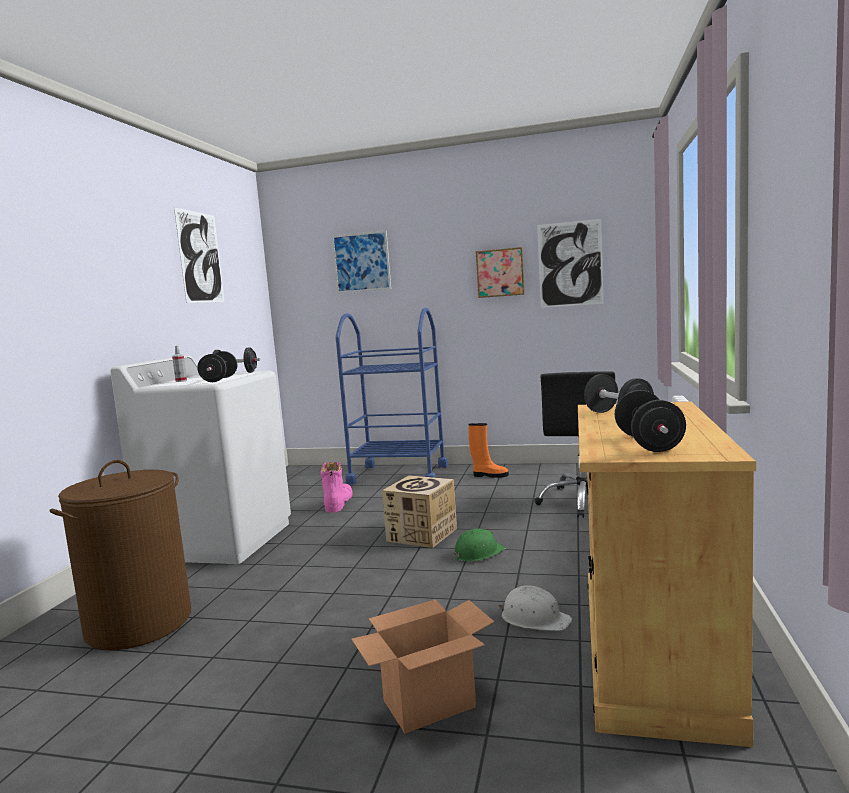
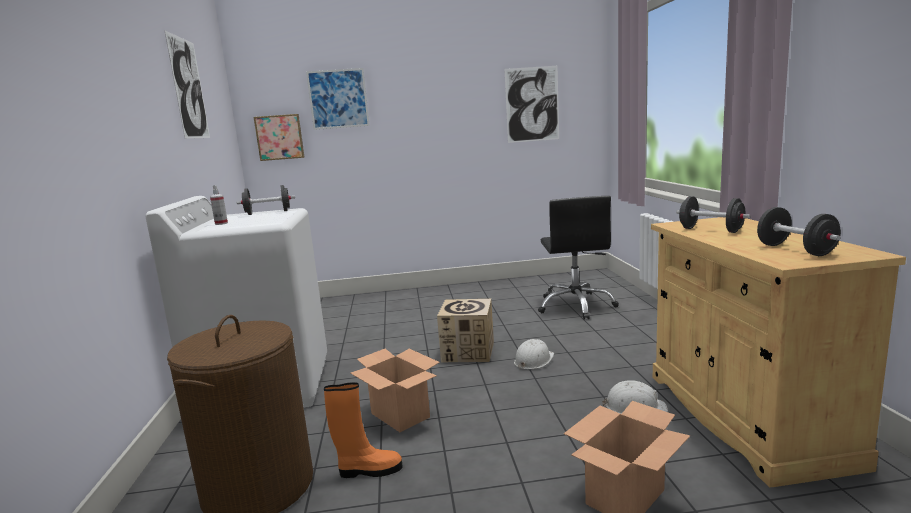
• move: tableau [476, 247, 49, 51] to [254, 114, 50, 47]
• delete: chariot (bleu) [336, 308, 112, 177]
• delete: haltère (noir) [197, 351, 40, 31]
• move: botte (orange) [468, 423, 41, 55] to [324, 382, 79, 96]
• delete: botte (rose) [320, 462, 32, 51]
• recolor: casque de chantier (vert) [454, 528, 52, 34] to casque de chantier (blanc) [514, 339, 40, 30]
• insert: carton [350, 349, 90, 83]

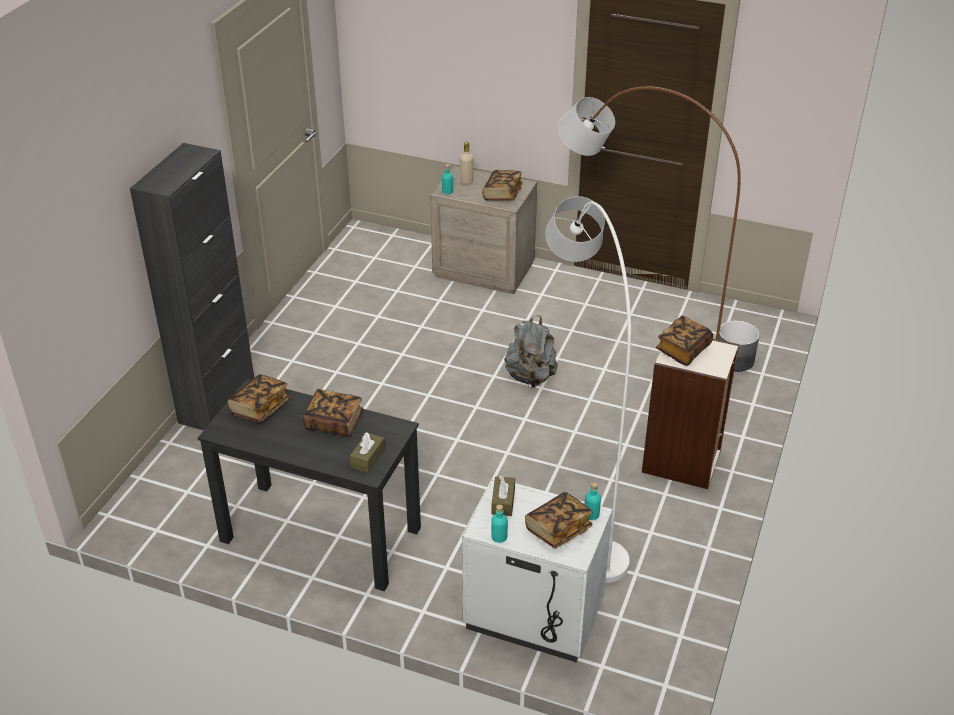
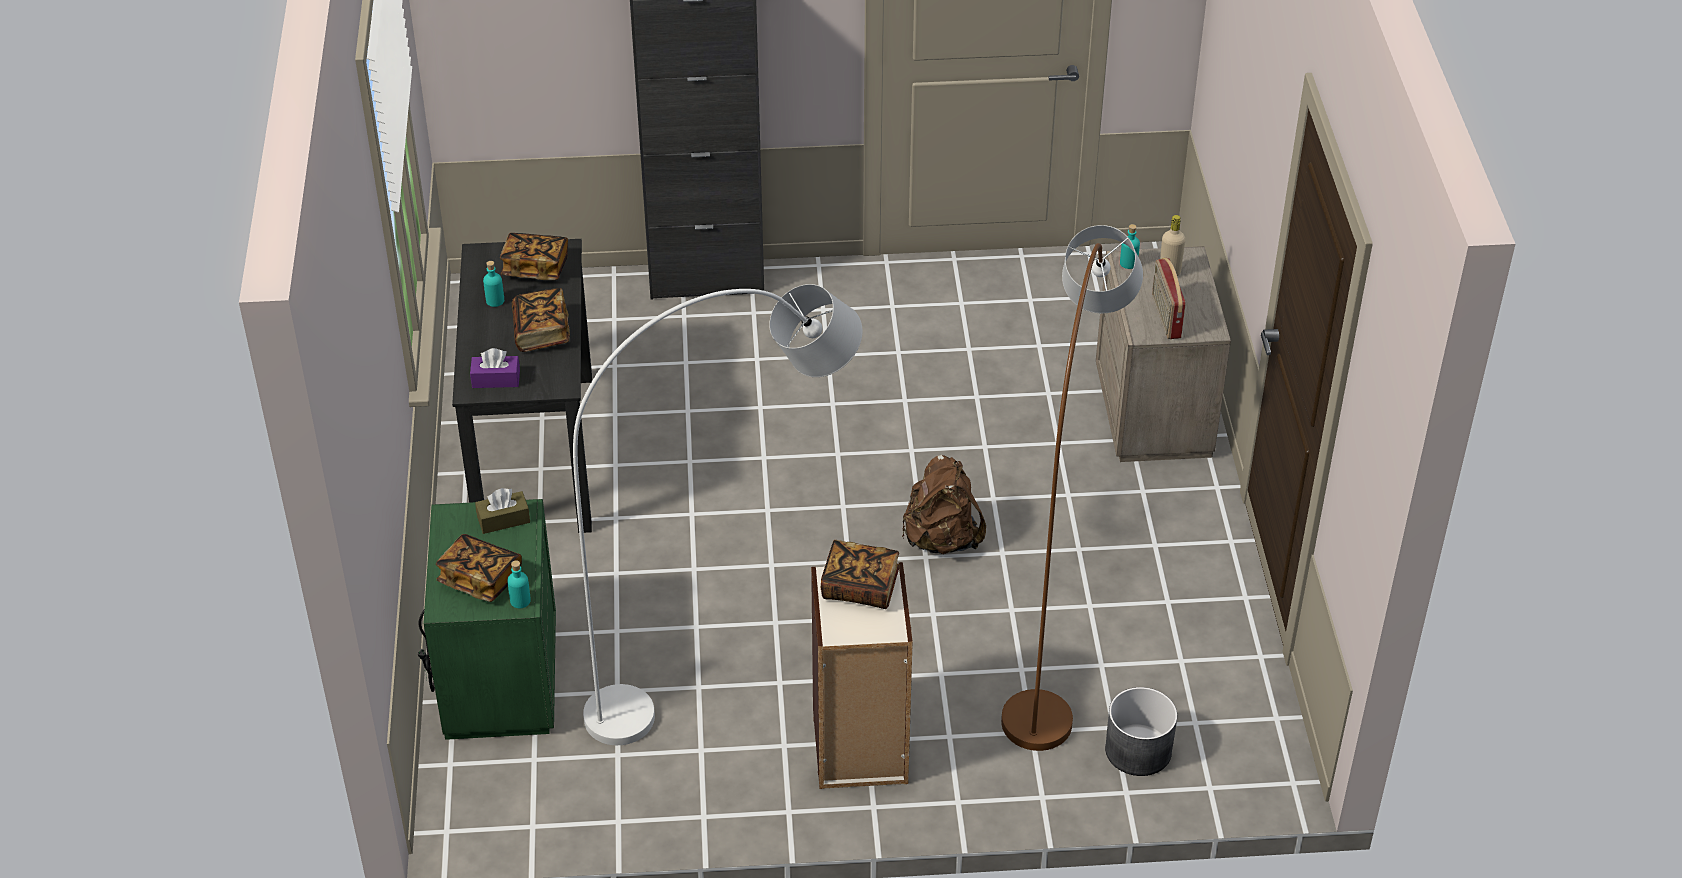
• replace: livre [483, 170, 39, 31] to radio [1152, 258, 34, 81]
• recolor: sac à dos (gris) [505, 315, 53, 72] to sac à dos (marron) [902, 455, 84, 99]
• recolor: boîte à mouchoirs (marron) [350, 432, 35, 41] to boîte à mouchoirs (violet) [470, 348, 50, 40]
• recolor: table de chevet (blanc) [462, 477, 151, 186] to table de chevet (vert) [418, 499, 138, 241]
• move: bouteille (turquoise) [491, 504, 17, 39] to [483, 261, 21, 46]

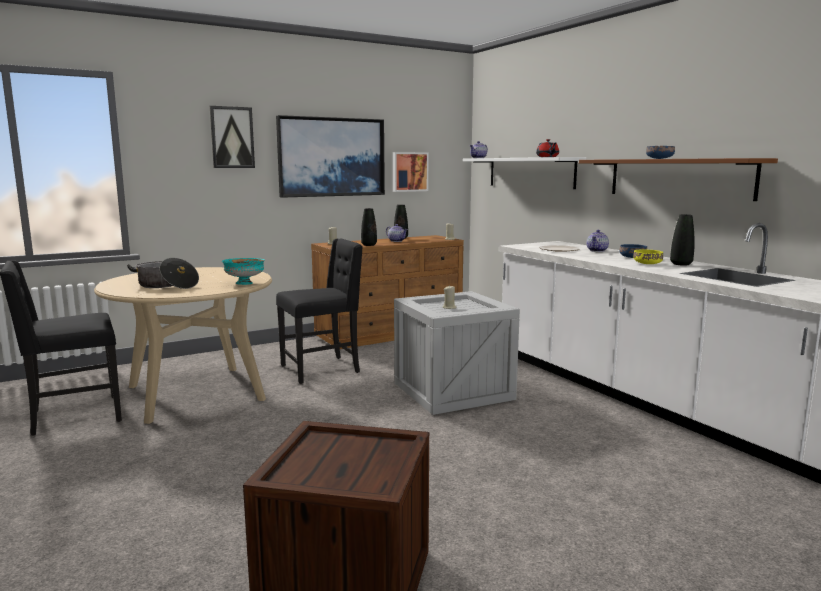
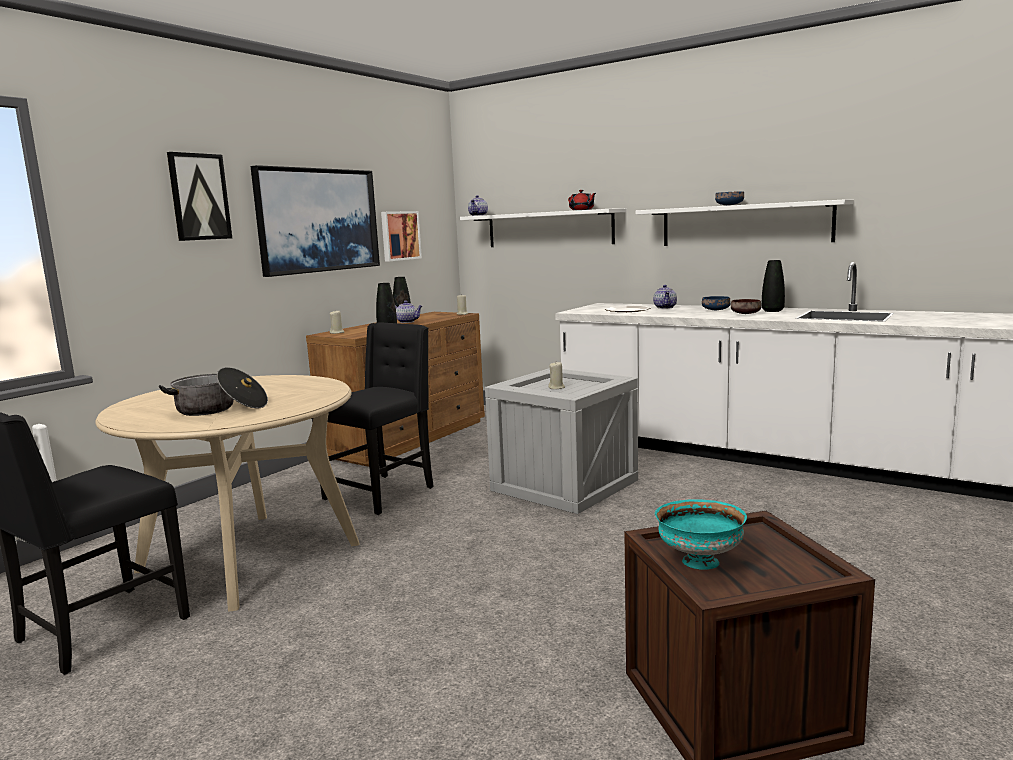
• recolor: étagère (marron) [579, 158, 199, 43] to étagère (blanc) [636, 199, 218, 47]
• recolor: bol (jaune) [633, 249, 30, 15] to bol (marron) [731, 299, 30, 15]
• move: bol (turquoise) [222, 258, 43, 27] to [655, 499, 92, 71]

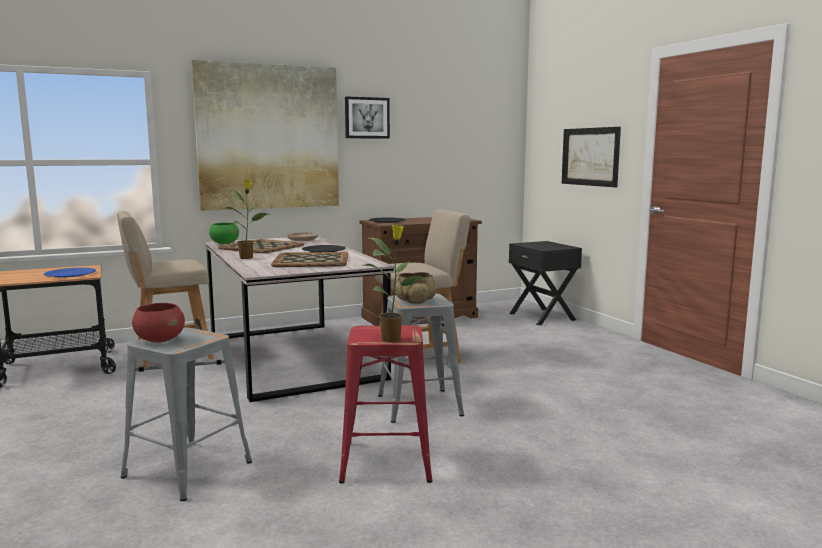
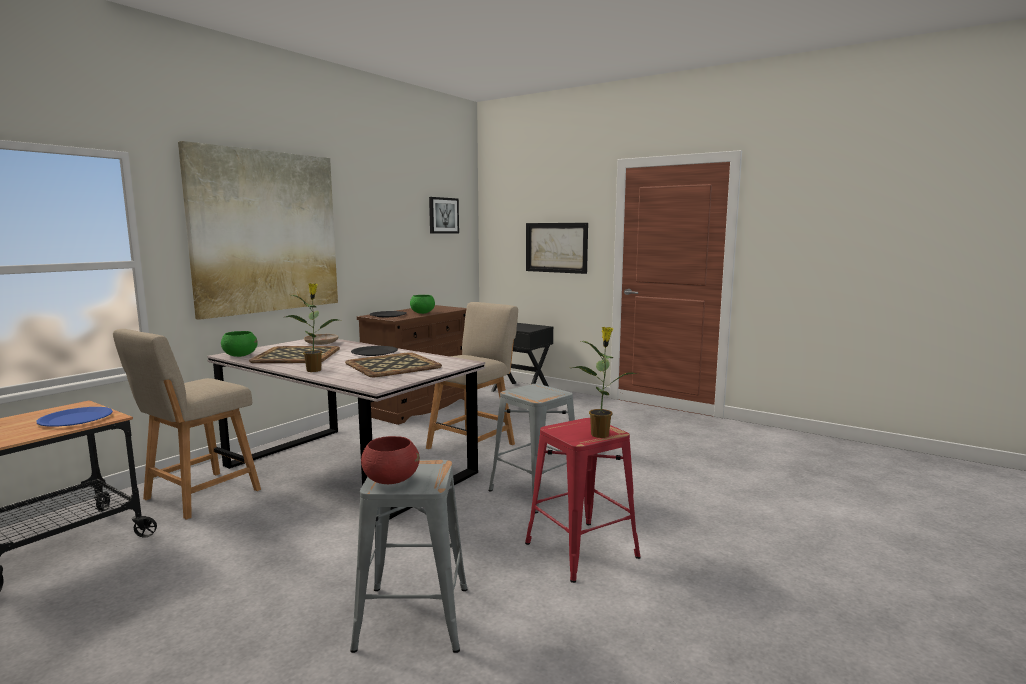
• move: tableau [345, 96, 45, 43] to [429, 197, 30, 37]
• delete: bol (beige) [395, 272, 42, 32]
• insert: bol (vert) [410, 295, 25, 19]

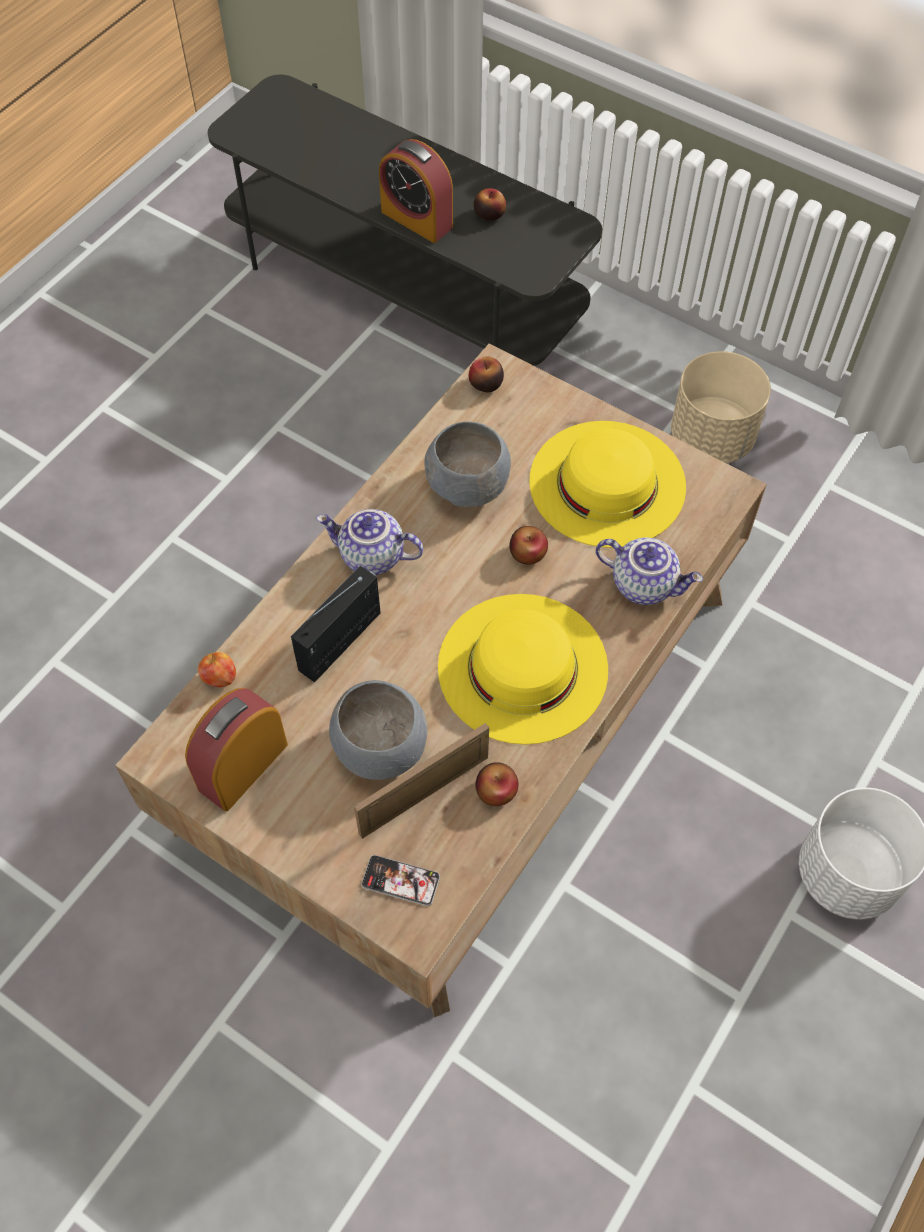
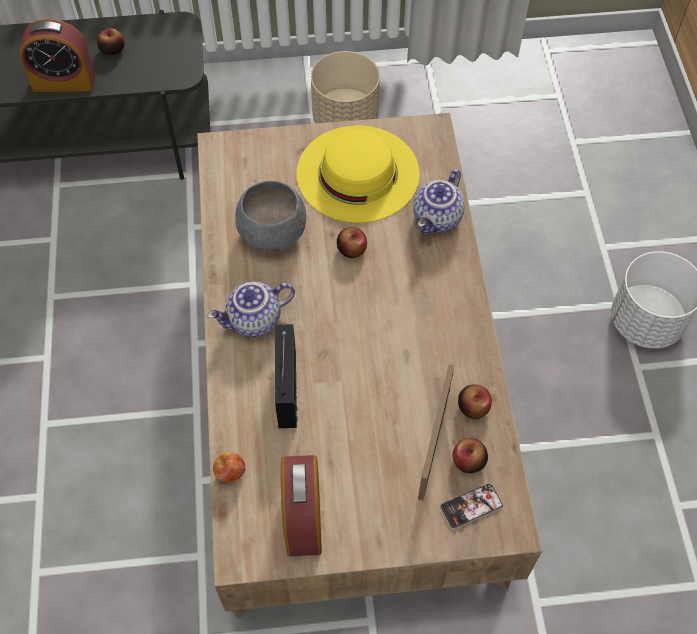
• move: pomme [469, 357, 35, 36] to [453, 438, 35, 35]
• rotate: théière [596, 538, 107, 67] = [413, 169, 52, 65] 135 degrees clockwise
• delete: chapeau (jaune) [438, 594, 170, 151]
• delete: bol (gris) [329, 680, 99, 100]

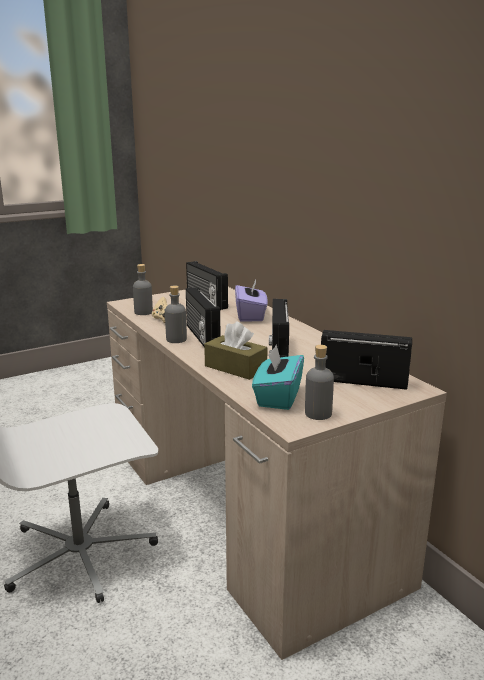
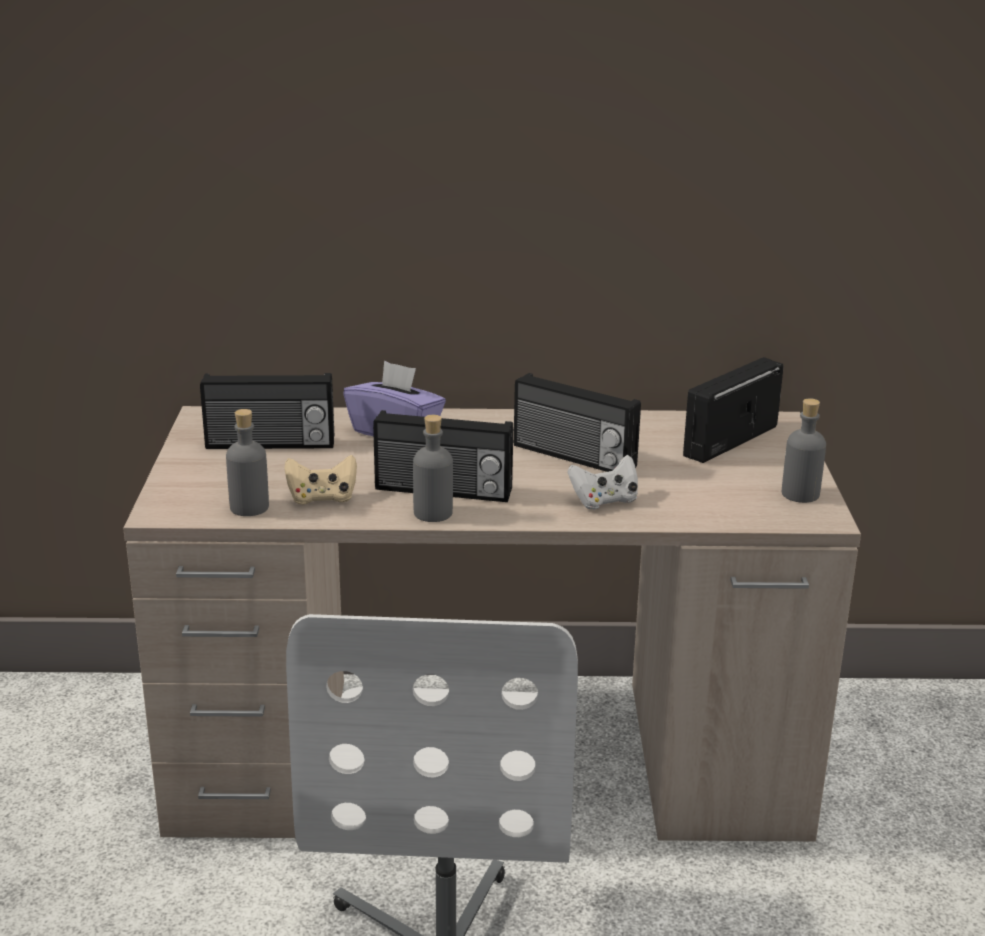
• replace: boîte à mouchoirs (marron) [204, 322, 63, 58] to manette (blanc) [567, 455, 71, 54]
• delete: boîte à mouchoirs (turquoise) [252, 344, 52, 66]

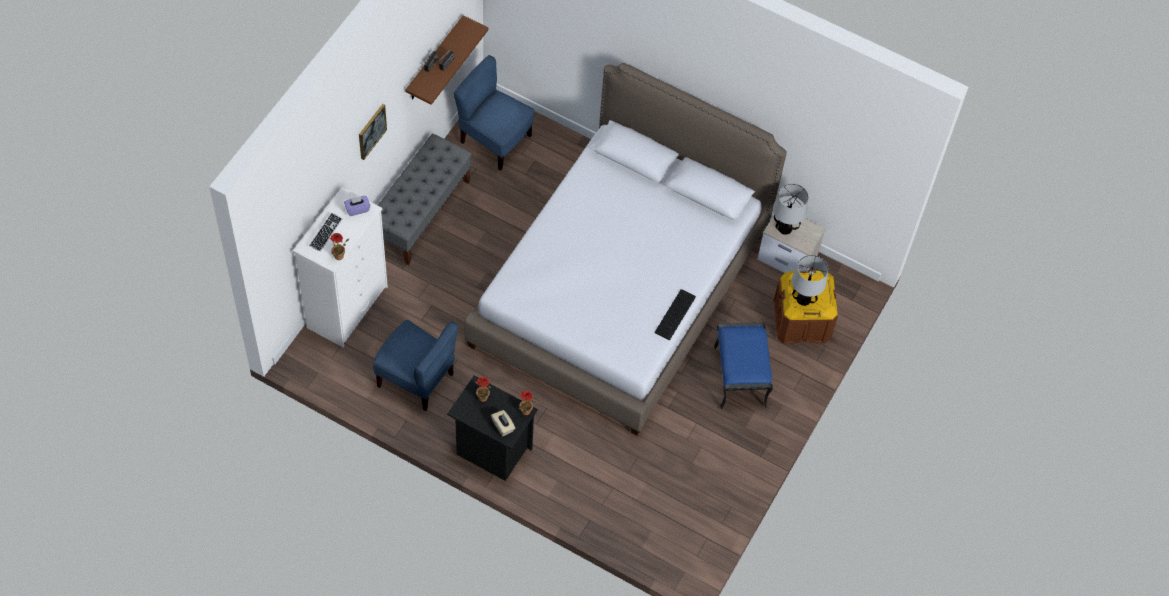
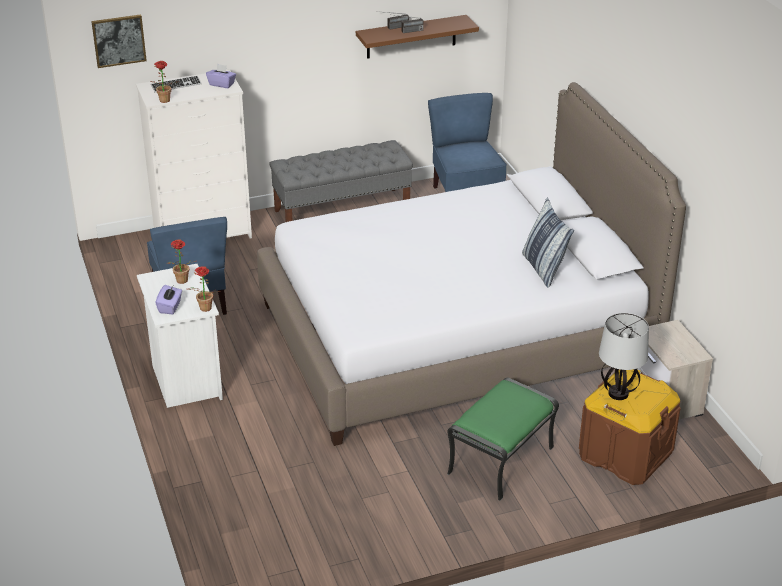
• move: tableau [359, 104, 28, 56] to [91, 14, 56, 54]
• delete: lampe de table [773, 183, 35, 52]
• delete: clavier [654, 289, 42, 52]
• recolor: pouf (bleu) [714, 322, 59, 87] to pouf (vert) [447, 378, 112, 123]
• recolor: table de chevet (noir) [447, 375, 91, 106] to table de chevet (blanc) [137, 264, 86, 144]
• recolor: boîte à mouchoirs (beige) [491, 410, 25, 26] to boîte à mouchoirs (violet) [155, 285, 27, 29]
• insert: coussin [522, 198, 52, 90]

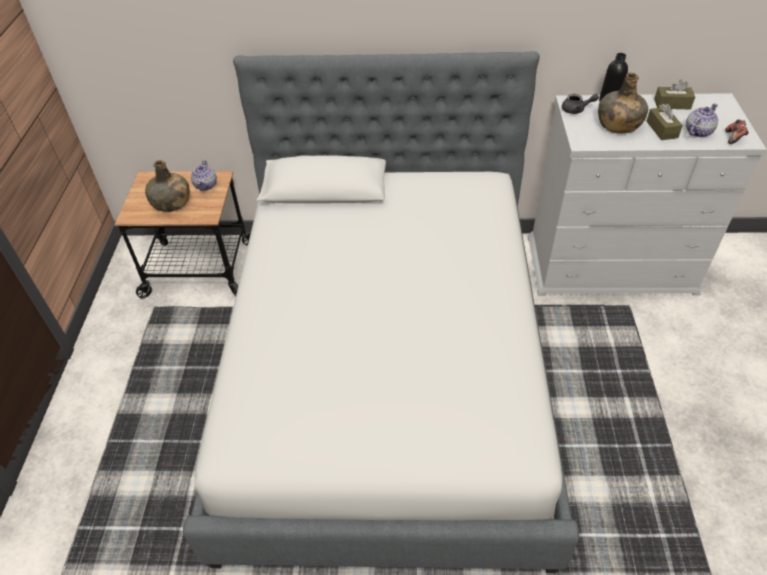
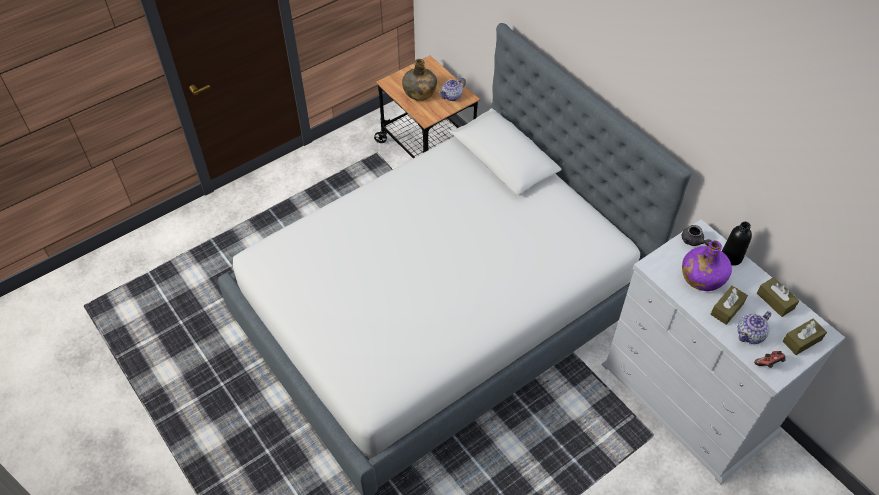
• recolor: bouteille (vert) [598, 73, 50, 61] to bouteille (violet) [682, 240, 50, 51]
• rotate: théière [686, 104, 32, 33] = [738, 311, 33, 33] 135 degrees clockwise
• insert: boîte à mouchoirs (marron) [783, 319, 44, 36]

